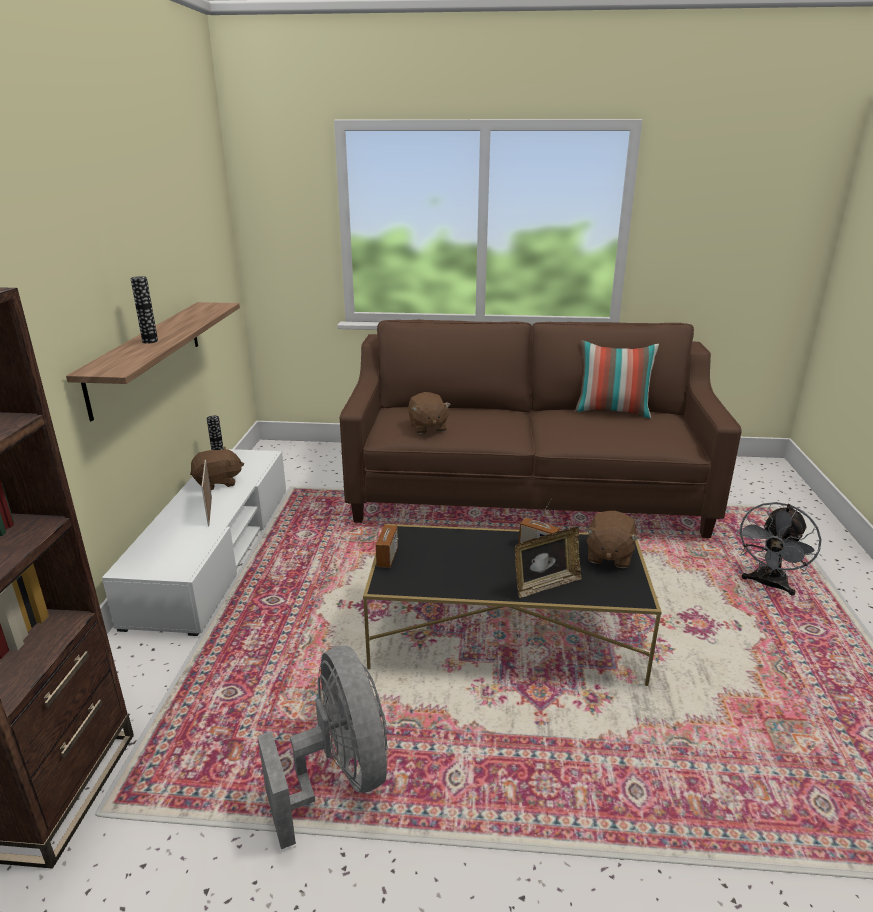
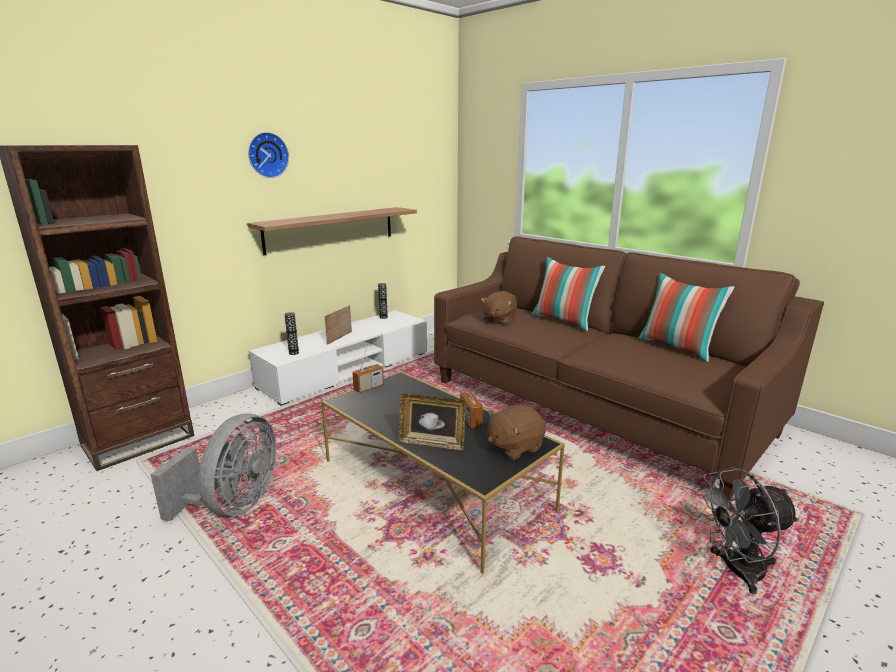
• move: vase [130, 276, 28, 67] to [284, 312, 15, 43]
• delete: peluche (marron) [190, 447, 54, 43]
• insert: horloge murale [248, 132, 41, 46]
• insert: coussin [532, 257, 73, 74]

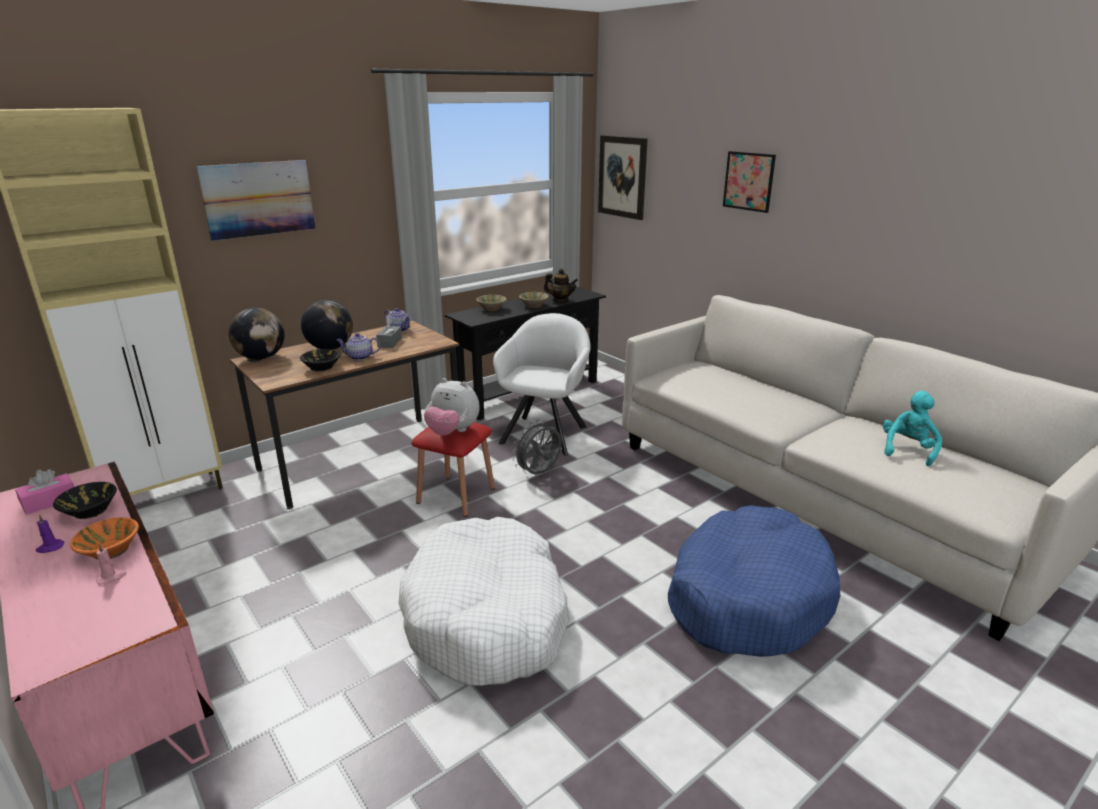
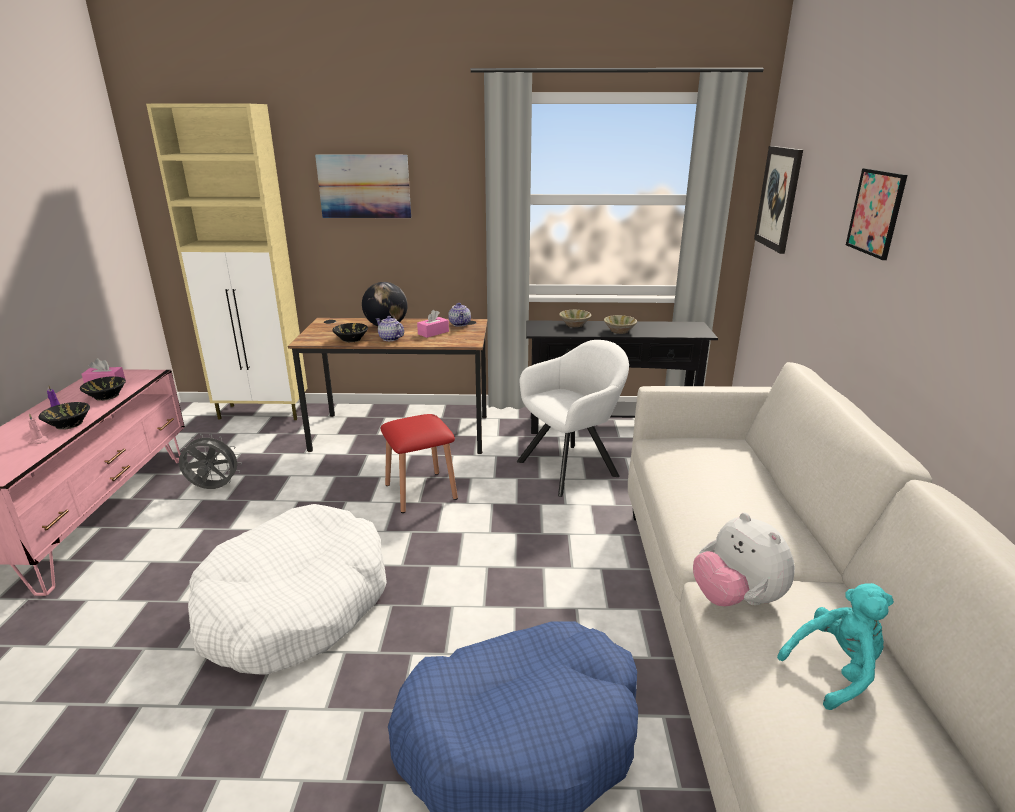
• delete: théière [544, 269, 34, 34]
• delete: globe [229, 308, 56, 52]
• recolor: boîte à mouchoirs (gris) [376, 319, 26, 29] to boîte à mouchoirs (rose) [417, 310, 32, 28]
• move: peluche [424, 378, 56, 58] to [693, 513, 102, 94]
• move: ventilateur (gris) [512, 420, 49, 55] to [179, 433, 63, 56]
• recolor: bol (orange) [70, 517, 69, 42] to bol (noir) [39, 402, 51, 28]

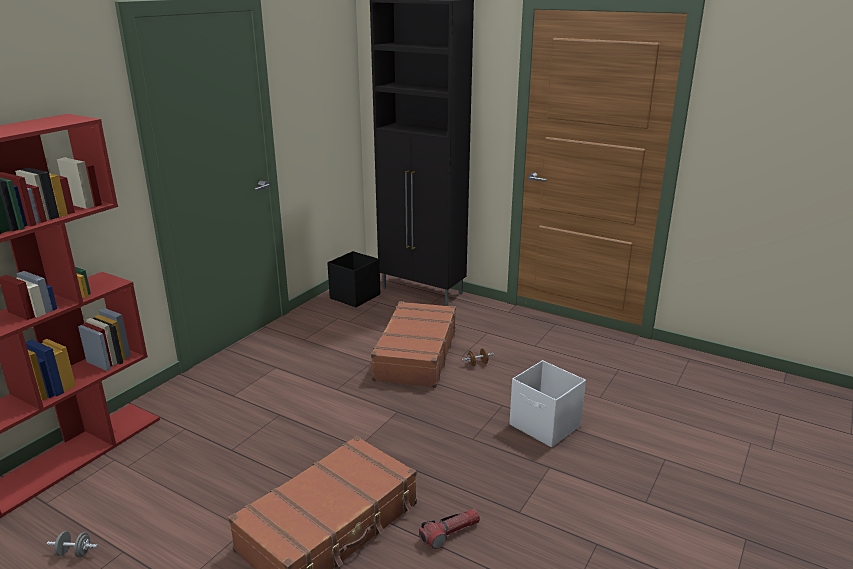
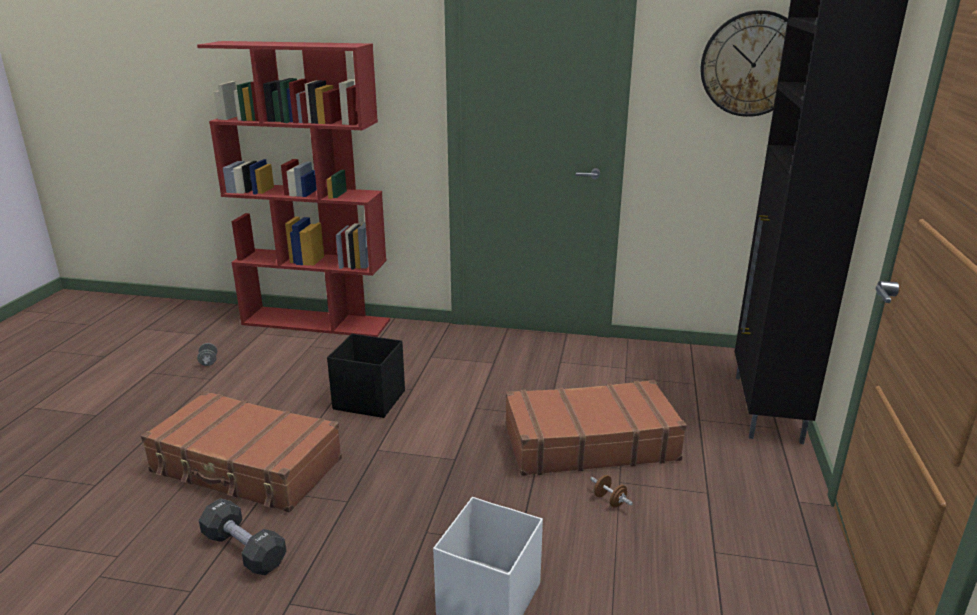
• move: boîte de rangement (noir) [327, 251, 53, 56] to [327, 334, 78, 84]
• replace: lampe de poche [419, 509, 61, 40] to haltère (noir) [199, 498, 87, 77]
• insert: horloge murale [701, 10, 87, 107]

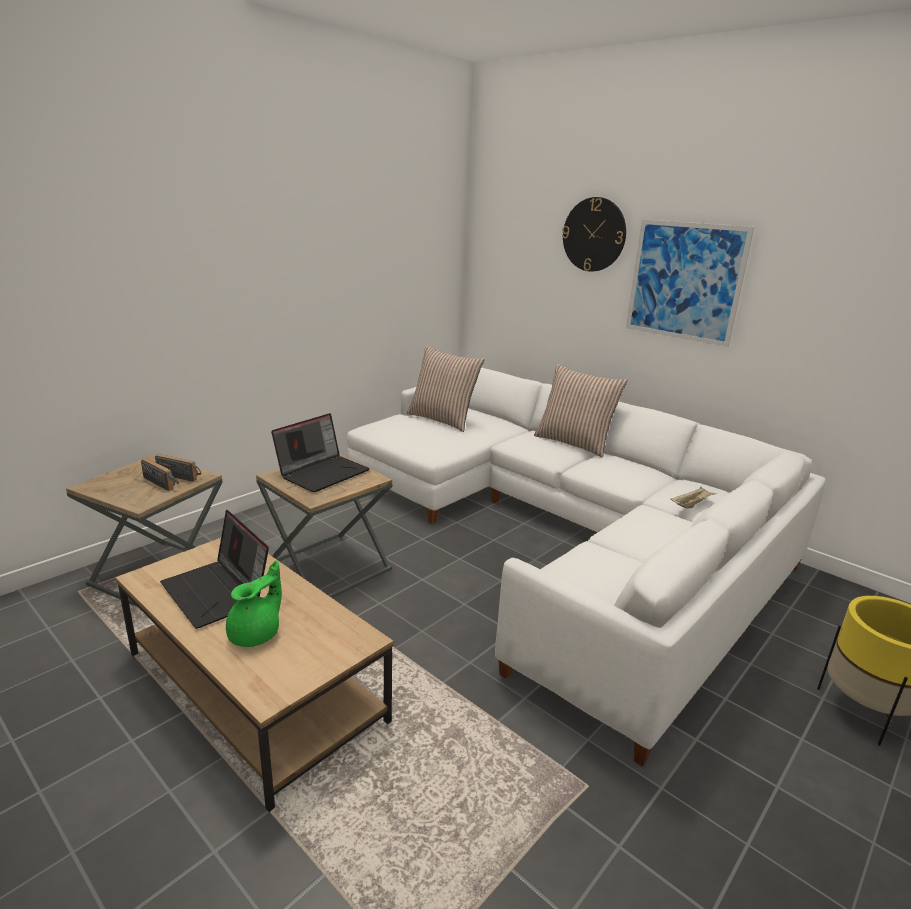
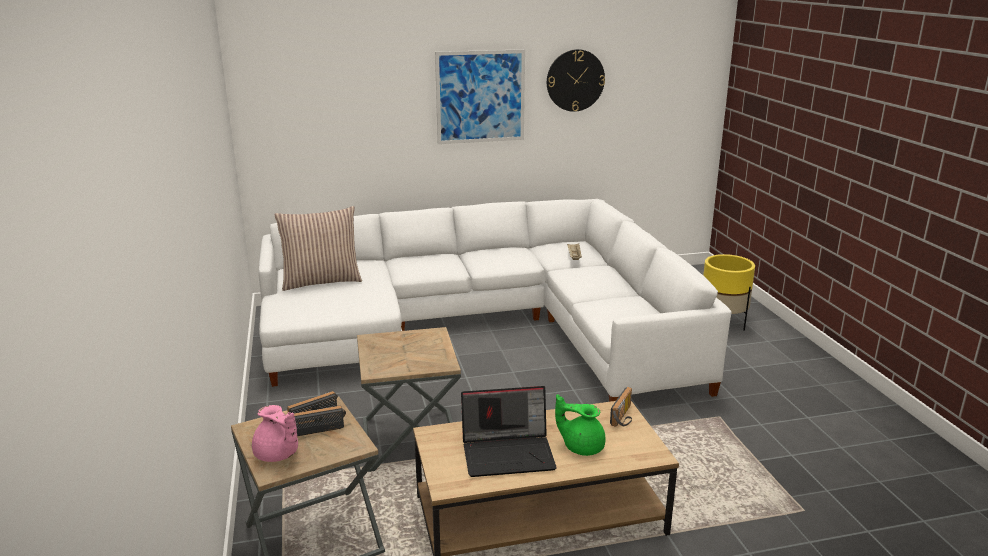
• move: horloge murale [562, 197, 64, 75] to [547, 49, 58, 63]
• delete: coussin [534, 364, 94, 94]
• delete: ordinateur portable [271, 413, 99, 79]
• rotate: théière (vert) [226, 560, 56, 87] = [555, 394, 51, 62] 45 degrees counterclockwise
• insert: radio [610, 387, 22, 40]
• insert: théière (rose) [252, 405, 46, 57]

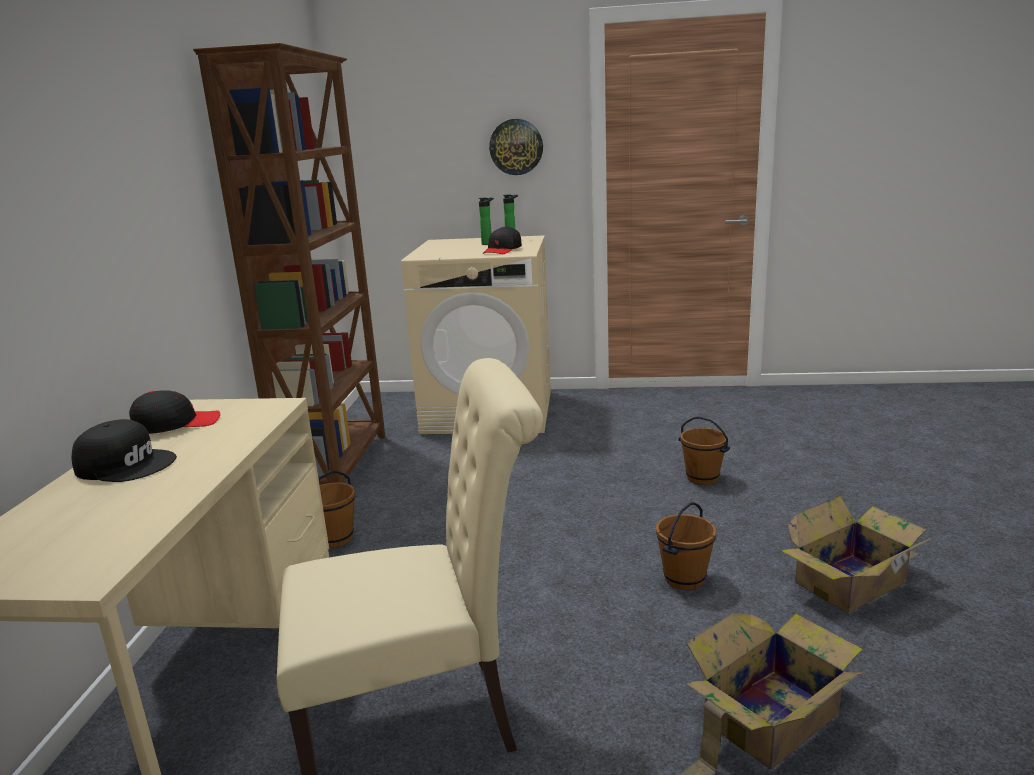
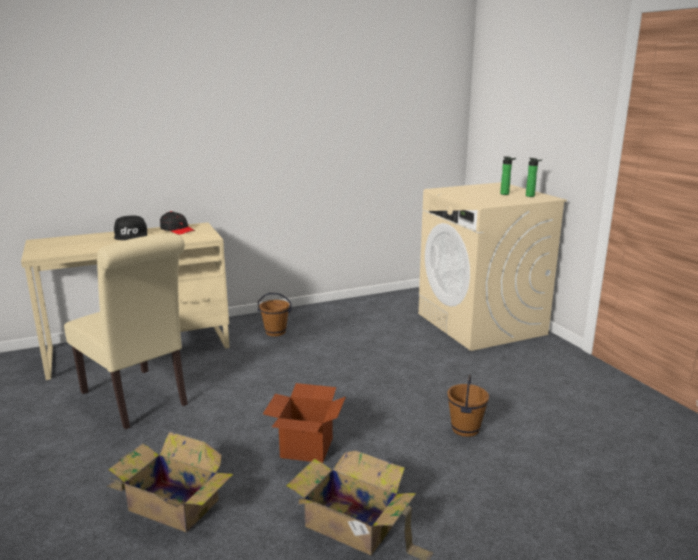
• delete: bibliothèque (marron) [193, 43, 192, 442]
• delete: horloge murale [489, 119, 54, 56]
• delete: casquette (noir) [483, 226, 39, 28]
• replace: seau (marron) [656, 502, 61, 88] to carton [263, 383, 83, 80]

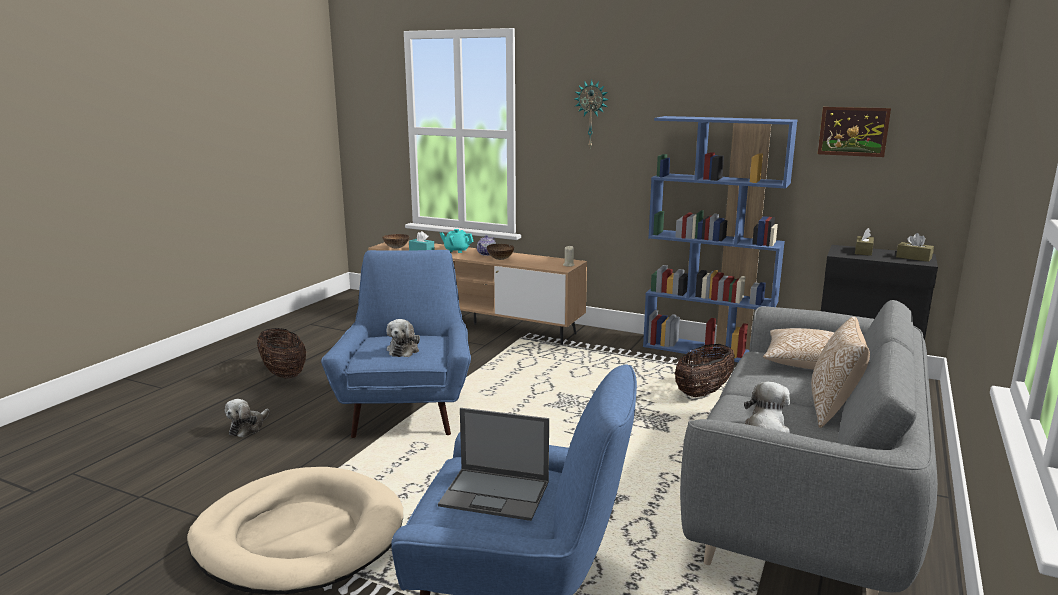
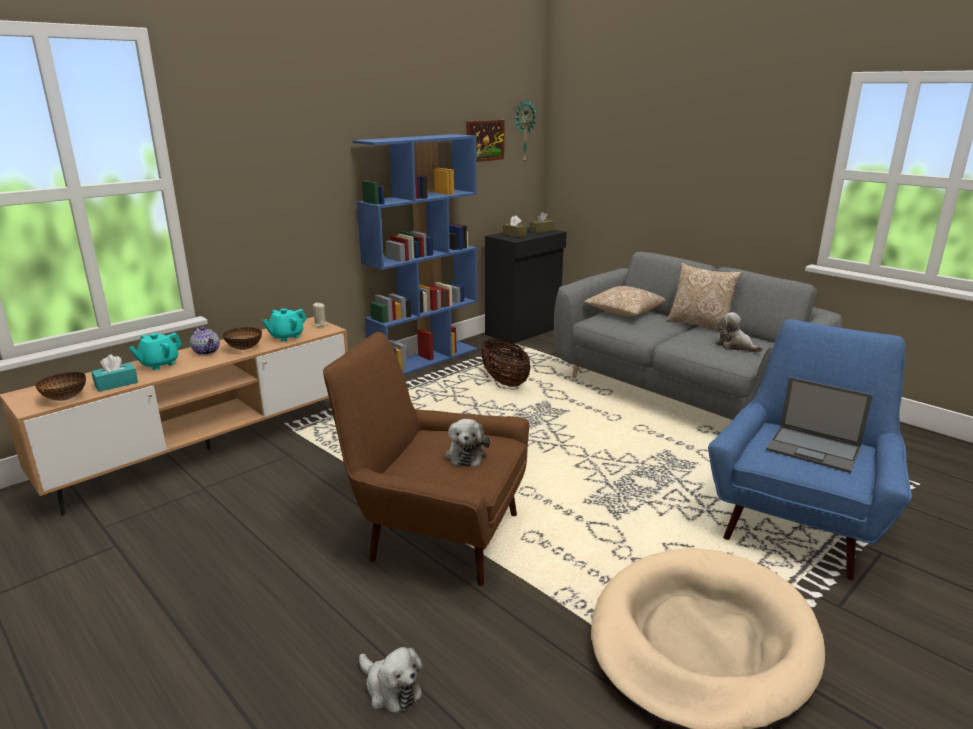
• move: horloge murale [575, 80, 34, 67] to [515, 100, 21, 62]
• recolor: fauteuil (bleu) [321, 250, 150, 188] to fauteuil (marron) [323, 332, 206, 254]
• rotate: peluche [387, 319, 33, 38] = [445, 419, 45, 48] 60 degrees clockwise
• delete: panier [257, 328, 49, 51]
• rotate: ordinateur portable [438, 408, 111, 113] = [766, 377, 107, 96] 90 degrees clockwise
• insert: théière (turquoise) [262, 308, 45, 34]

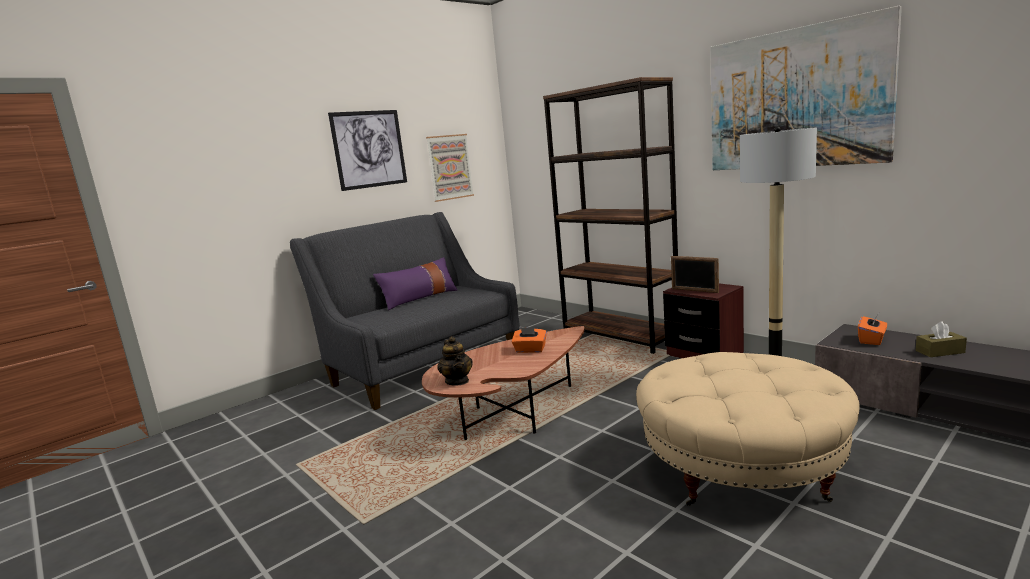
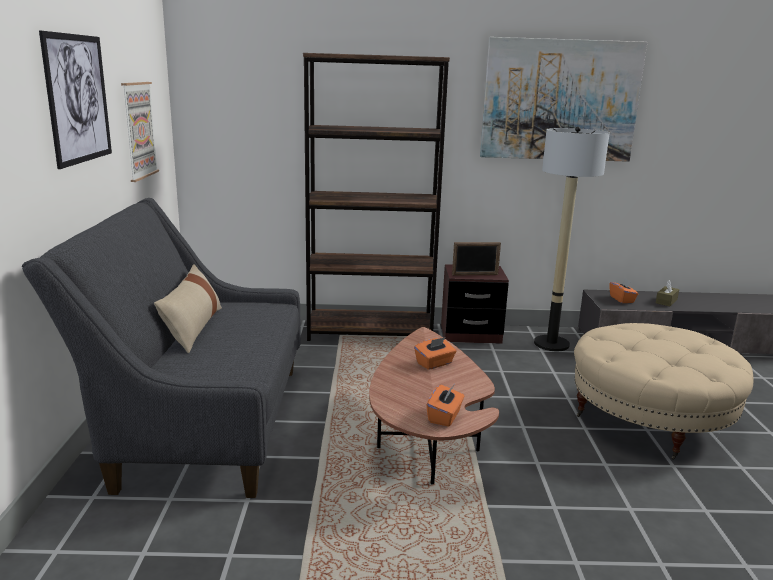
• recolor: coussin (violet) [373, 257, 85, 53] to coussin (beige) [154, 264, 68, 89]
• replace: théière [437, 336, 36, 50] to boîte à mouchoirs (orange) [426, 385, 38, 42]

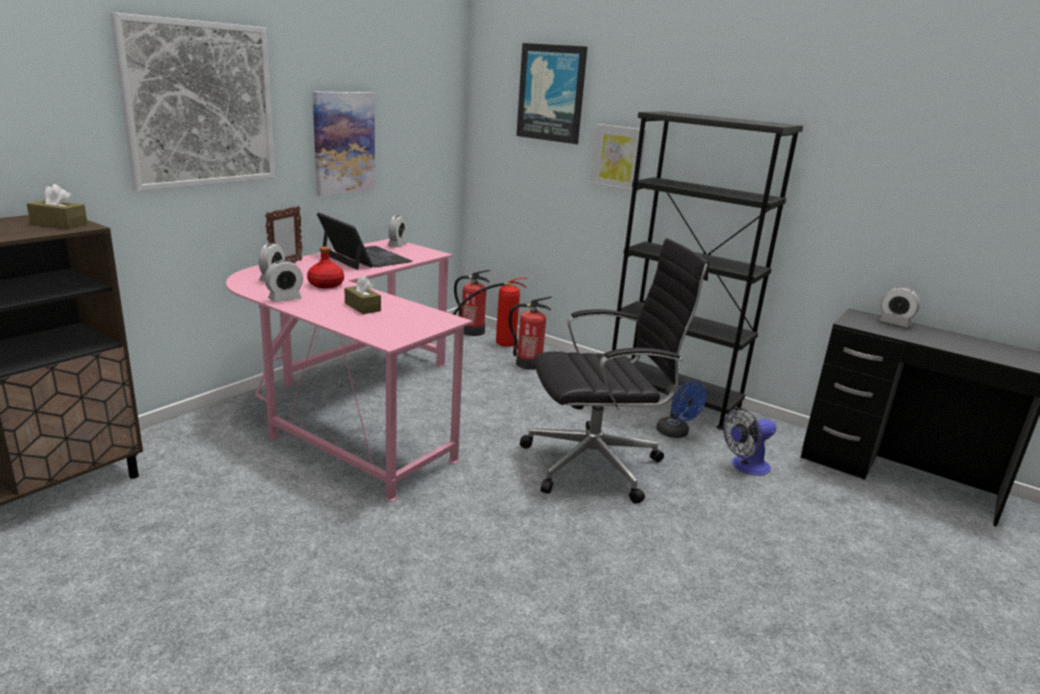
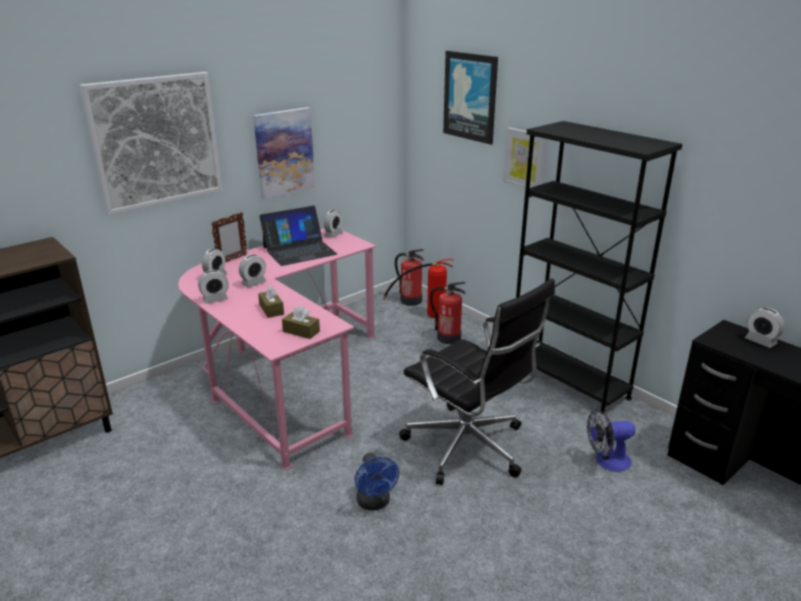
• move: boîte à mouchoirs (marron) [27, 184, 61, 45] to [282, 306, 38, 33]
• rotate: ordinateur portable [317, 213, 95, 57] = [259, 206, 78, 60] 90 degrees clockwise
• rotate: chaise de bureau (noir) [520, 238, 189, 266] = [399, 278, 156, 207] 45 degrees clockwise
• replace: bouteille (rouge) [307, 246, 37, 43] to réveil [239, 255, 27, 33]
• move: ventilateur (bleu) [656, 381, 51, 57] to [355, 453, 44, 58]

